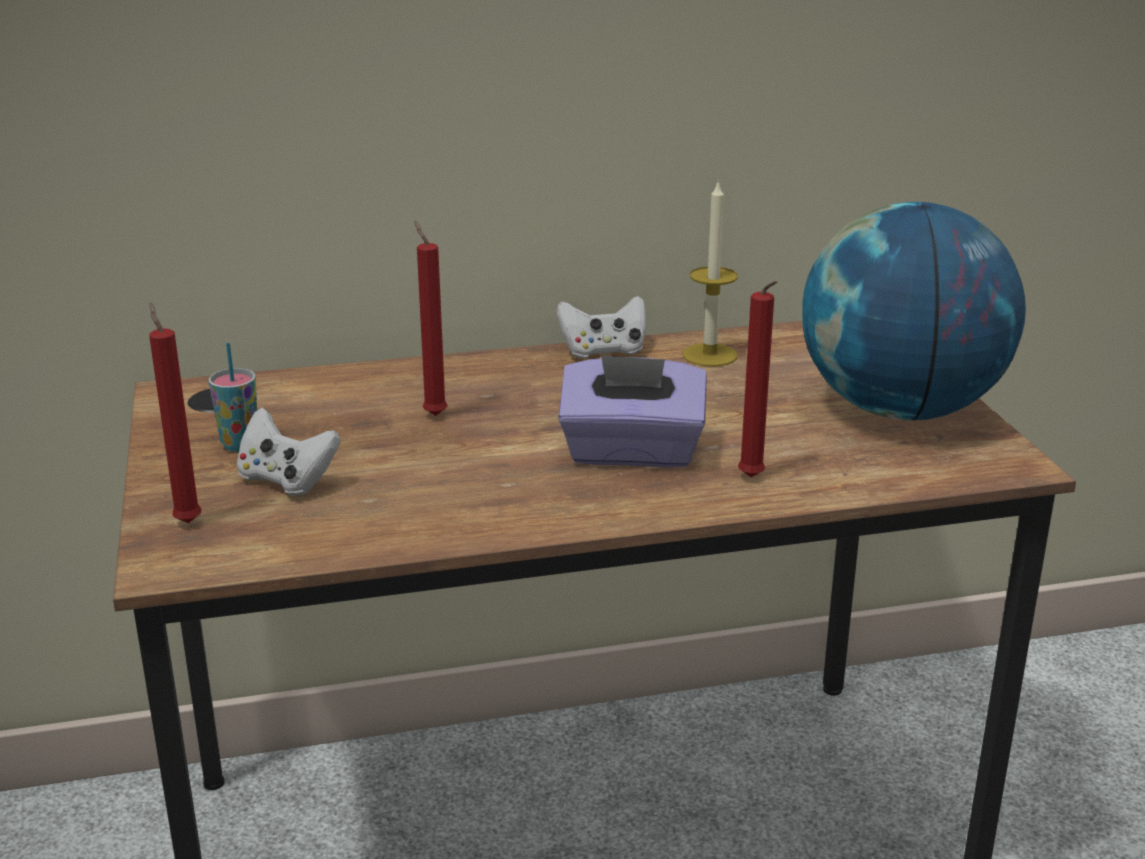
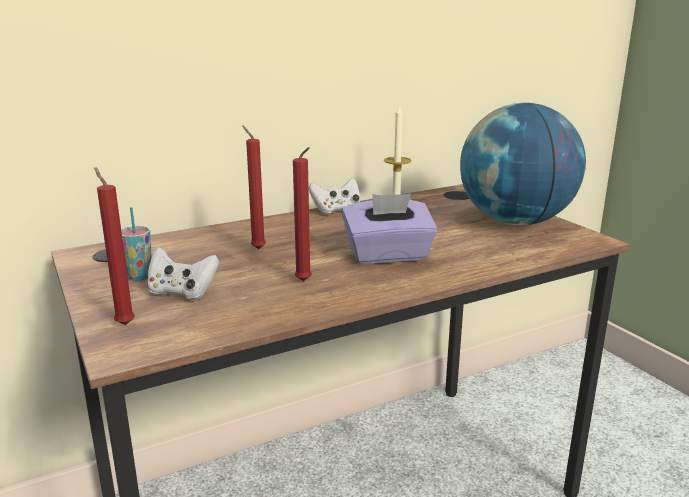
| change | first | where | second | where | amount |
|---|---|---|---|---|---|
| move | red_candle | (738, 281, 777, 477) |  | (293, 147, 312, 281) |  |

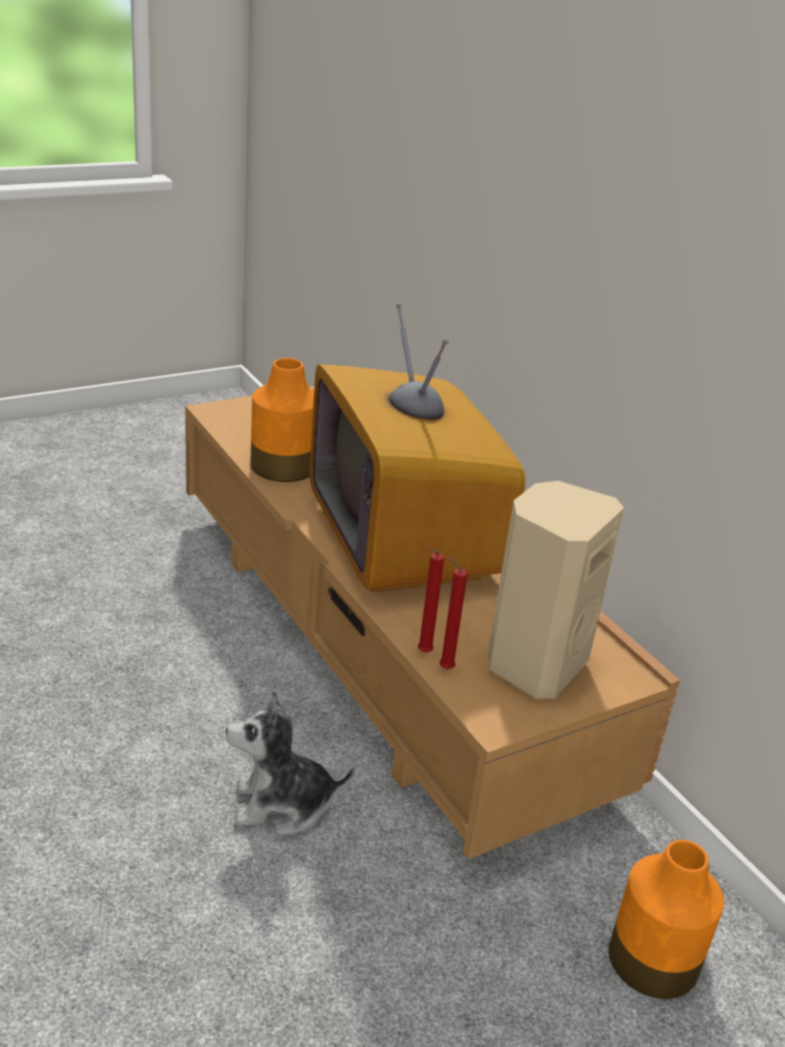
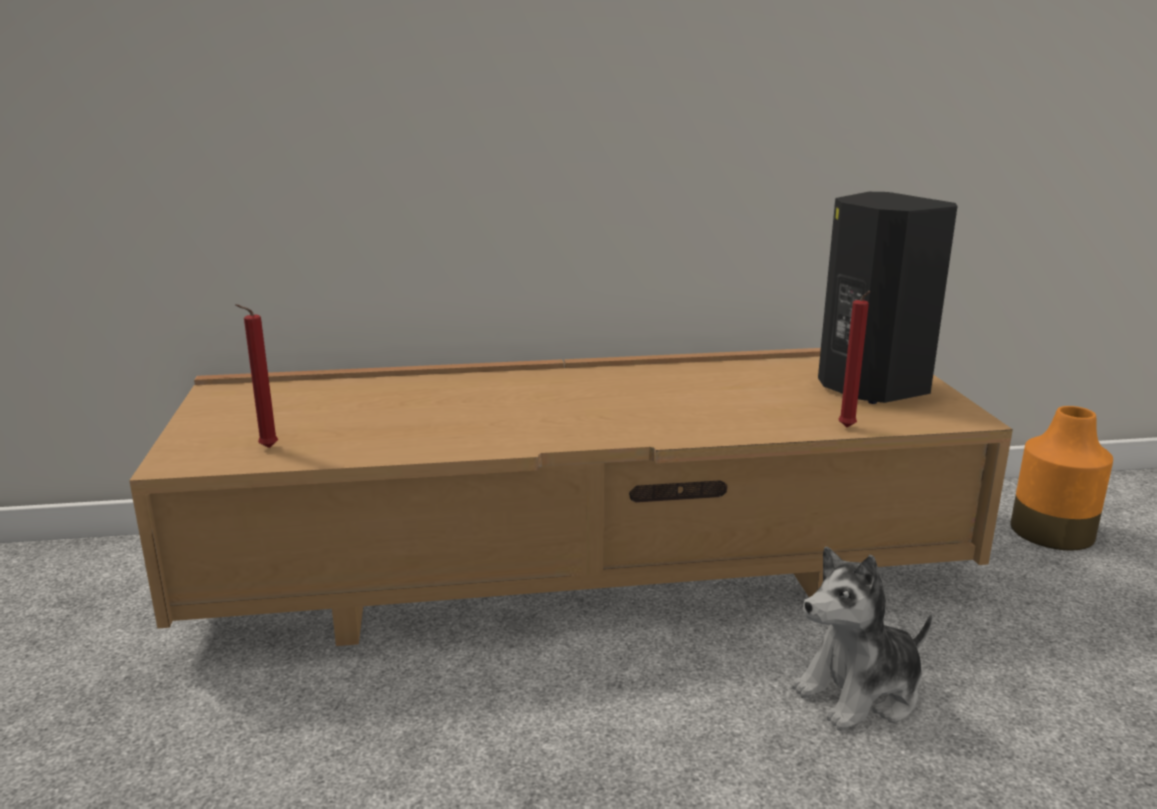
| change | first | where | second | where | amount |
|---|---|---|---|---|---|
| move | red_candle | (439, 557, 468, 669) |  | (235, 304, 278, 448) |  |
| rotate | plush_toy | (226, 690, 354, 836) |  | (791, 547, 932, 731) | 45 degrees clockwise |
| recolor | beige_speaker | (488, 481, 624, 699) | black_speaker | (818, 192, 958, 404) |  |
| delete | orange_vase | (250, 358, 314, 482) |  |  |  |
| delete | television | (310, 303, 526, 592) |  |  |  |

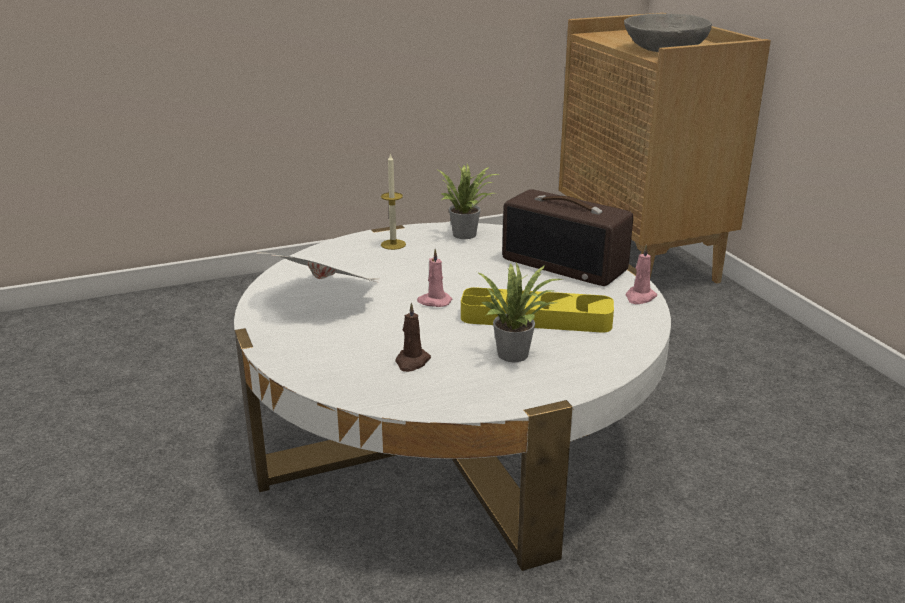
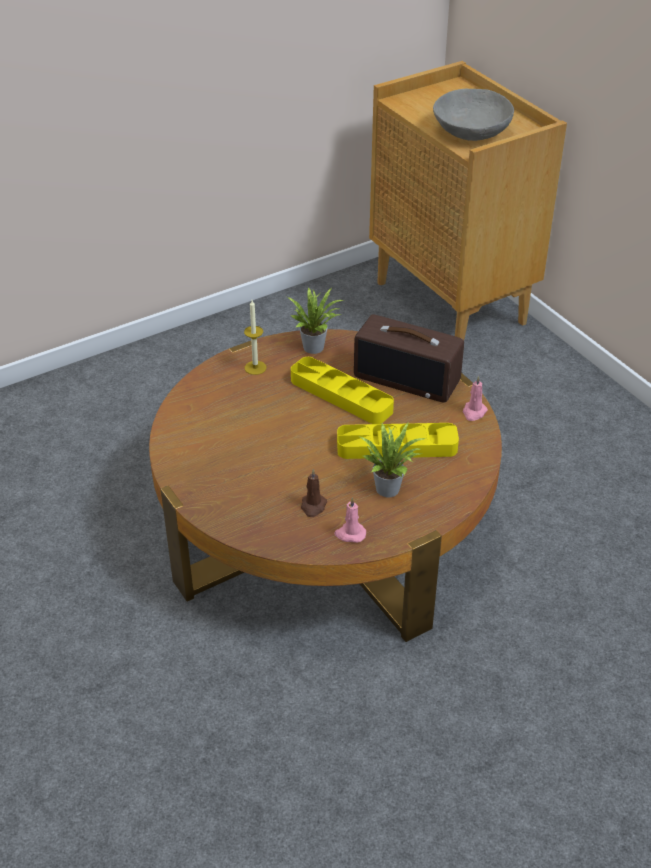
| change | first | where | second | where | amount |
|---|---|---|---|---|---|
| recolor | white_coffee_table | (234, 222, 671, 571) | brown_coffee_table | (149, 329, 502, 642) |  |
| insert |  |  | yellow_tray | (291, 357, 394, 424) |  |
| move | pink_candle | (417, 249, 452, 307) |  | (334, 497, 366, 543) |  |
| delete | newspaper | (256, 252, 379, 282) |  |  |  |

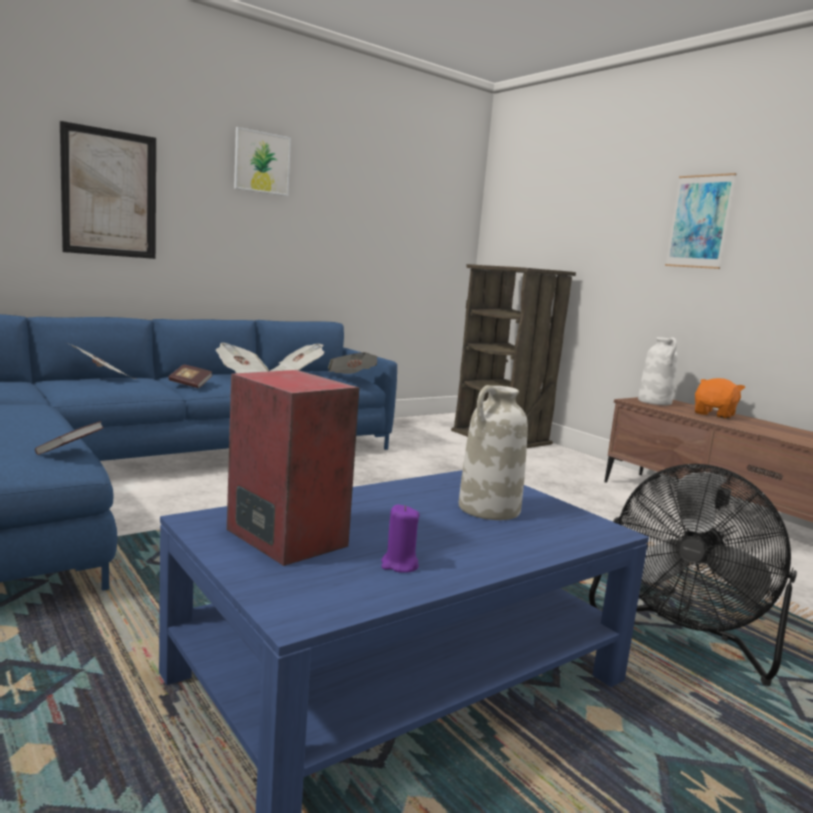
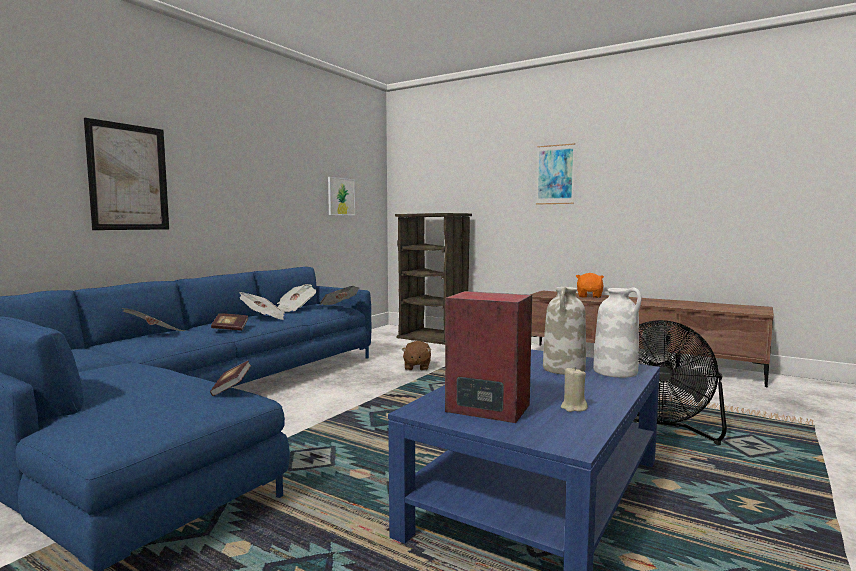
| change | first | where | second | where | amount |
|---|---|---|---|---|---|
| move | picture | (234, 127, 291, 196) |  | (328, 177, 355, 216) |  |
| insert |  |  | brown_plush_toy | (401, 341, 431, 371) |  |
| recolor | purple_candle | (381, 505, 420, 573) | beige_candle | (561, 367, 588, 412) |  |
| move | white_vase | (638, 337, 678, 405) |  | (593, 288, 642, 378) |  |

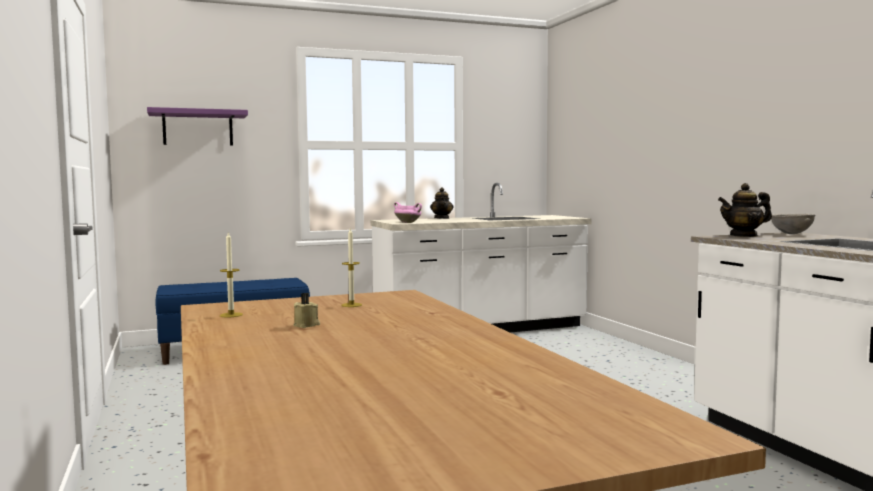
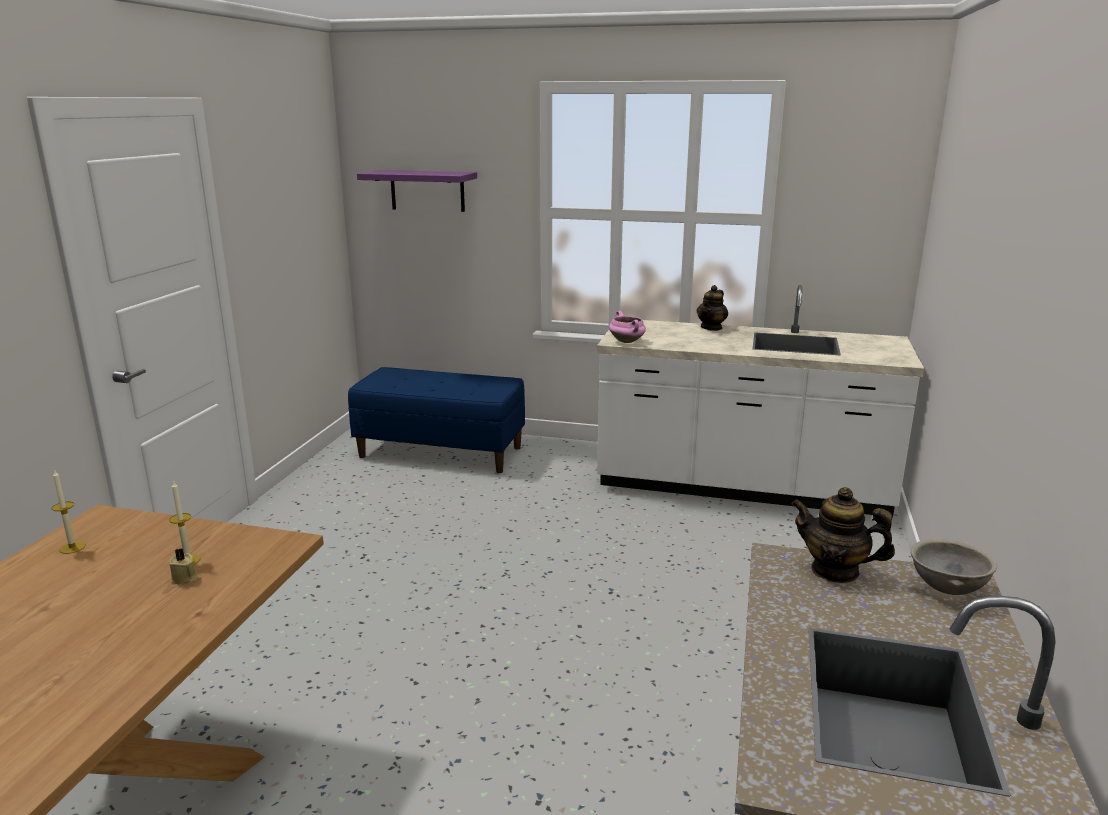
| change | first | where | second | where | amount |
|---|---|---|---|---|---|
| move | beige_candle | (293, 293, 320, 328) |  | (169, 548, 197, 585) |  |

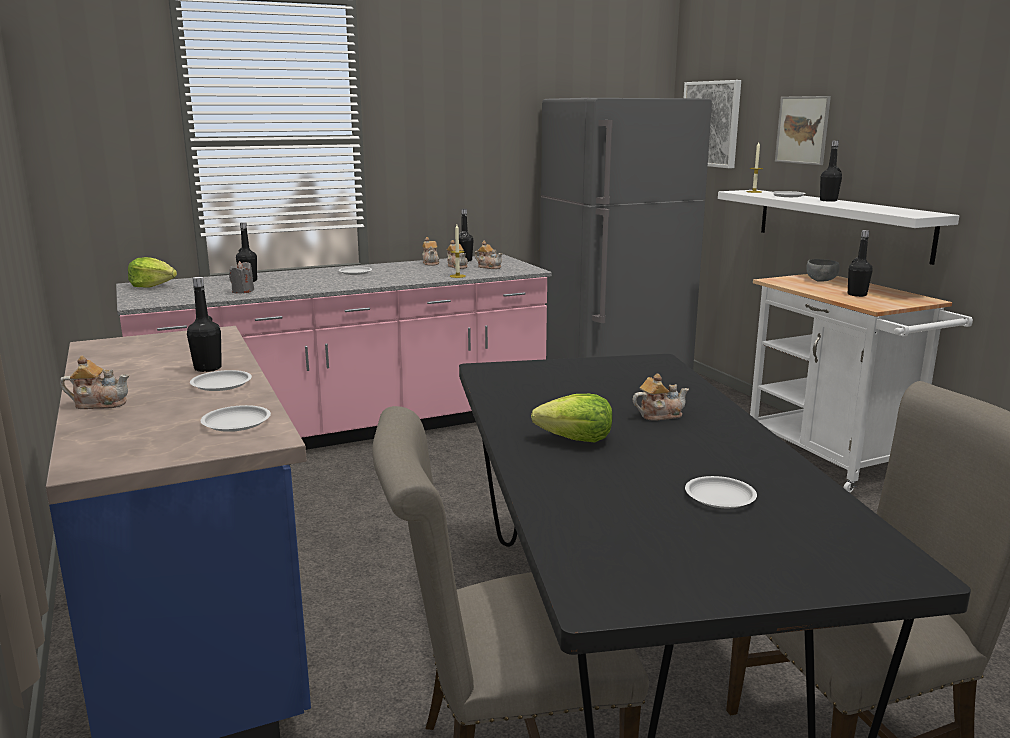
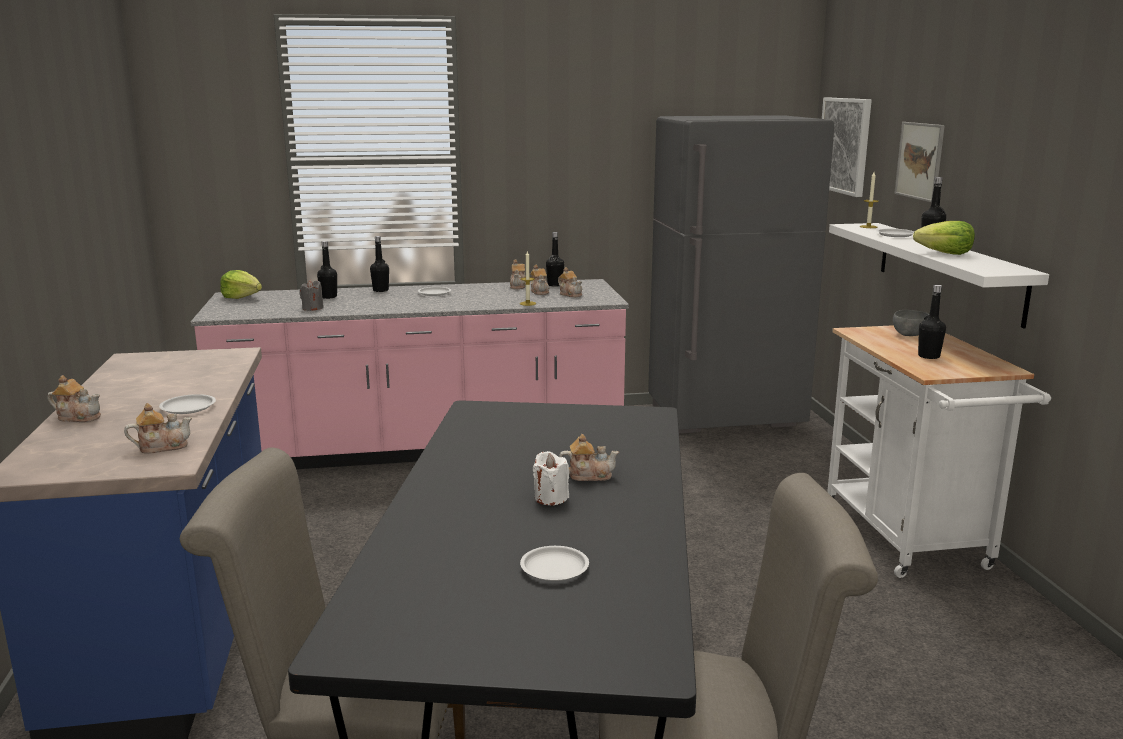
| change | first | where | second | where | amount |
|---|---|---|---|---|---|
| replace | white_plate | (201, 405, 271, 432) | teapot | (124, 403, 193, 454) |  |
| move | black_bottle | (187, 277, 222, 372) |  | (370, 236, 389, 292) |  |
| insert |  |  | white_candle | (533, 451, 569, 505) |  |
| move | lettuce | (531, 394, 612, 442) |  | (913, 221, 975, 255) |  |

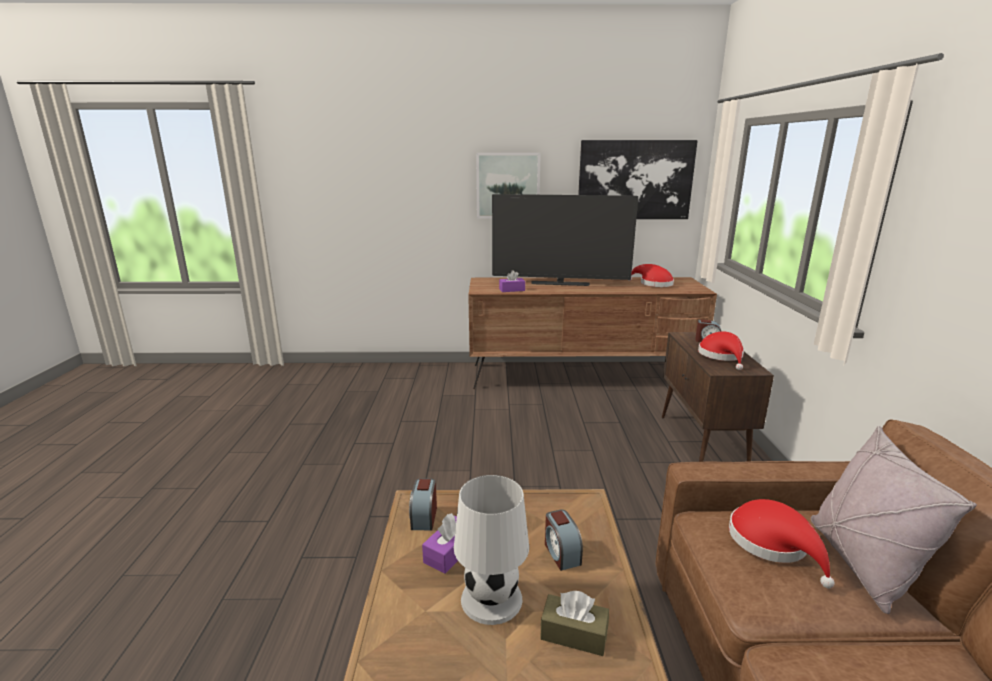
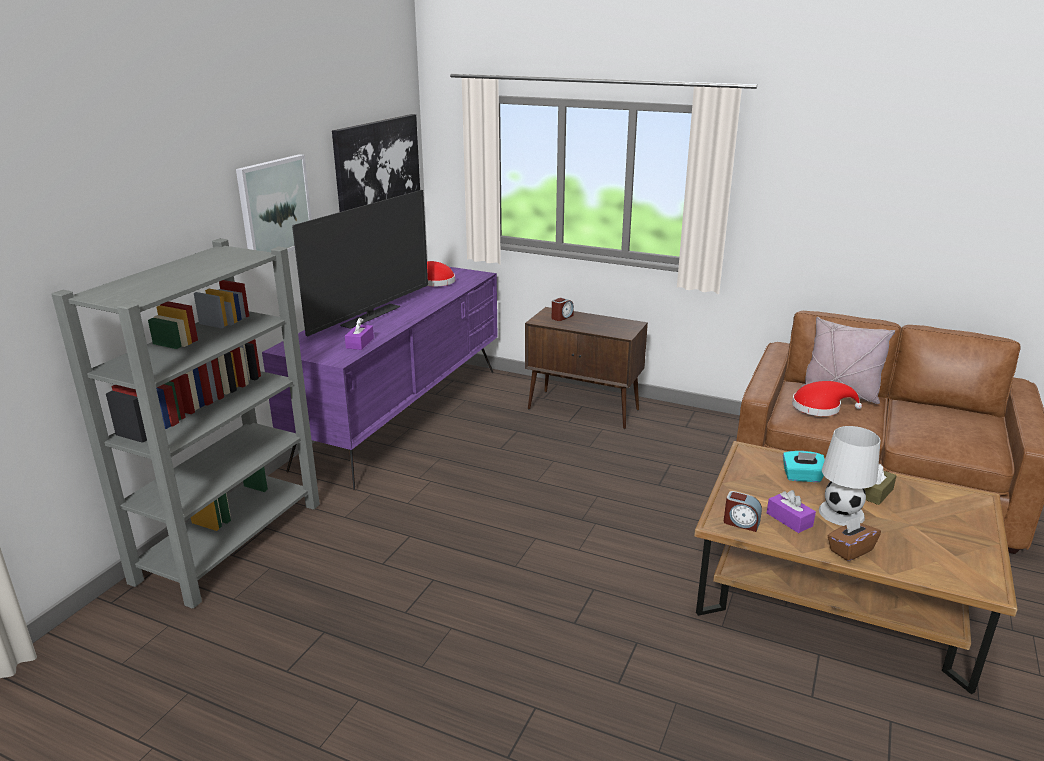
| change | first | where | second | where | amount |
|---|---|---|---|---|---|
| insert |  |  | grey_bookcase | (51, 238, 320, 609) |  |
| recolor | brown_tv_stand | (468, 277, 717, 389) | purple_tv_stand | (262, 267, 498, 490) |  |
| replace | alarm_clock | (545, 509, 583, 571) | turquoise_tissue_box | (783, 451, 825, 482) |  |
| insert |  |  | brown_tissue_box | (828, 516, 881, 561) |  |
| delete | red_hat | (698, 331, 744, 370) |  |  |  |

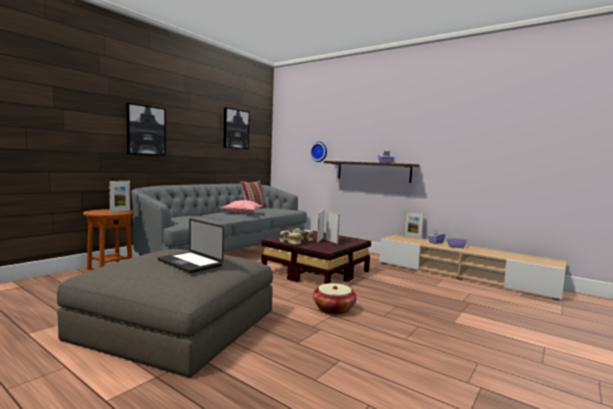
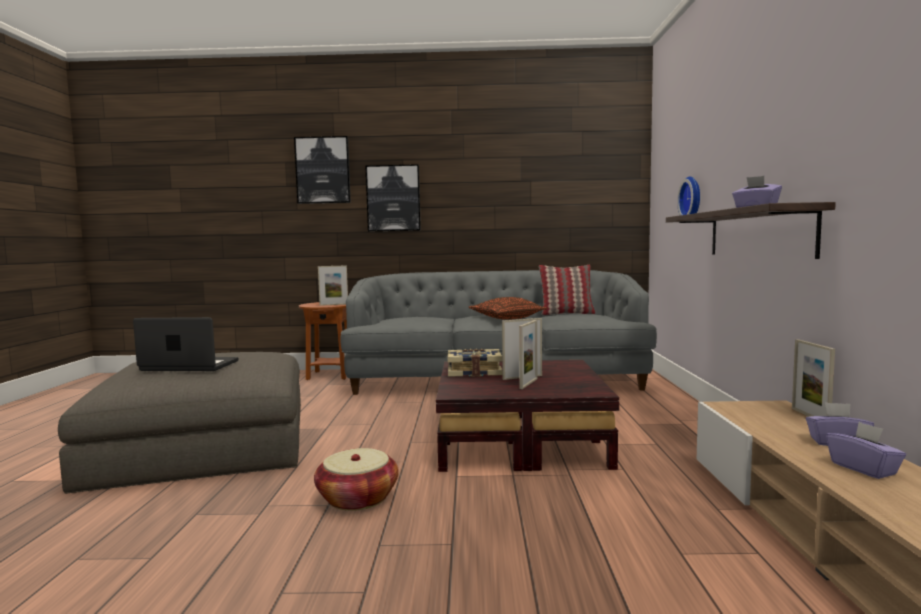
| change | first | where | second | where | amount |
|---|---|---|---|---|---|
| rotate | laptop | (158, 219, 224, 273) |  | (133, 317, 239, 371) | 90 degrees clockwise |
| move | picture | (224, 108, 249, 149) |  | (294, 136, 351, 204) |  |
| recolor | pink_pillow | (221, 200, 262, 214) | brown_pillow | (469, 297, 547, 320) |  |

